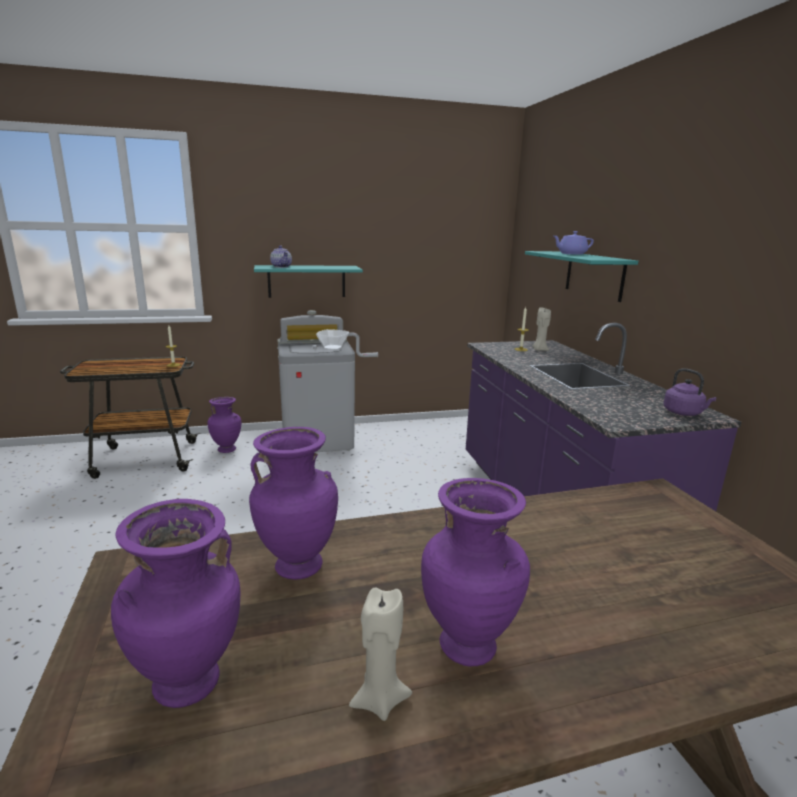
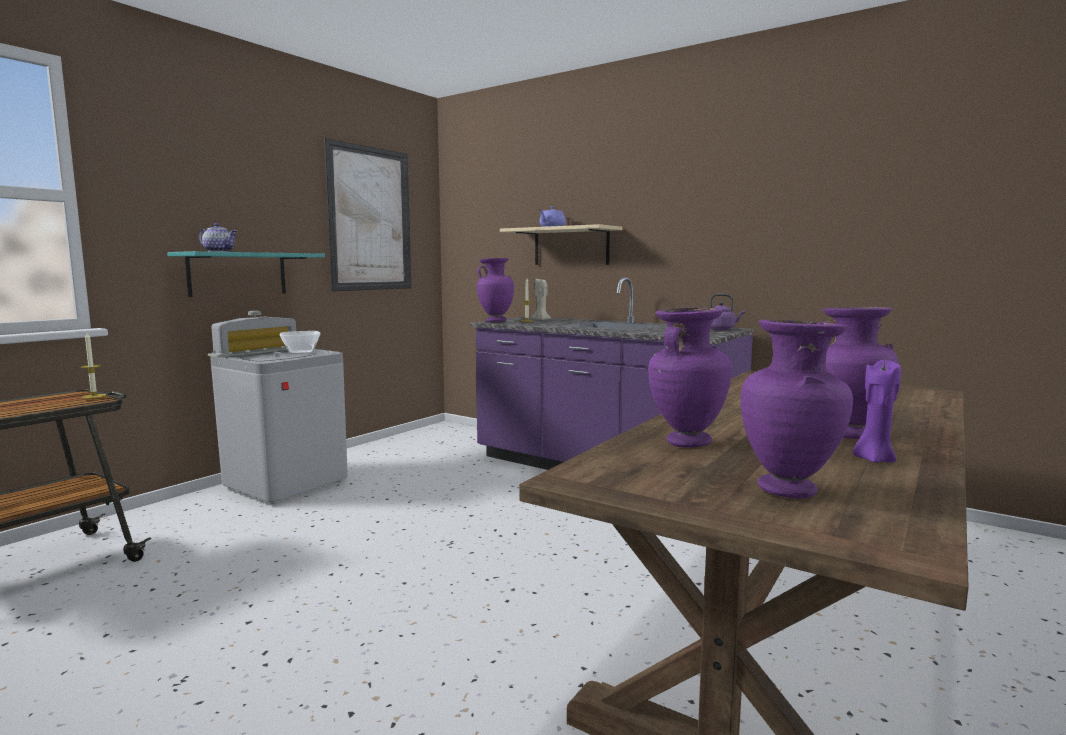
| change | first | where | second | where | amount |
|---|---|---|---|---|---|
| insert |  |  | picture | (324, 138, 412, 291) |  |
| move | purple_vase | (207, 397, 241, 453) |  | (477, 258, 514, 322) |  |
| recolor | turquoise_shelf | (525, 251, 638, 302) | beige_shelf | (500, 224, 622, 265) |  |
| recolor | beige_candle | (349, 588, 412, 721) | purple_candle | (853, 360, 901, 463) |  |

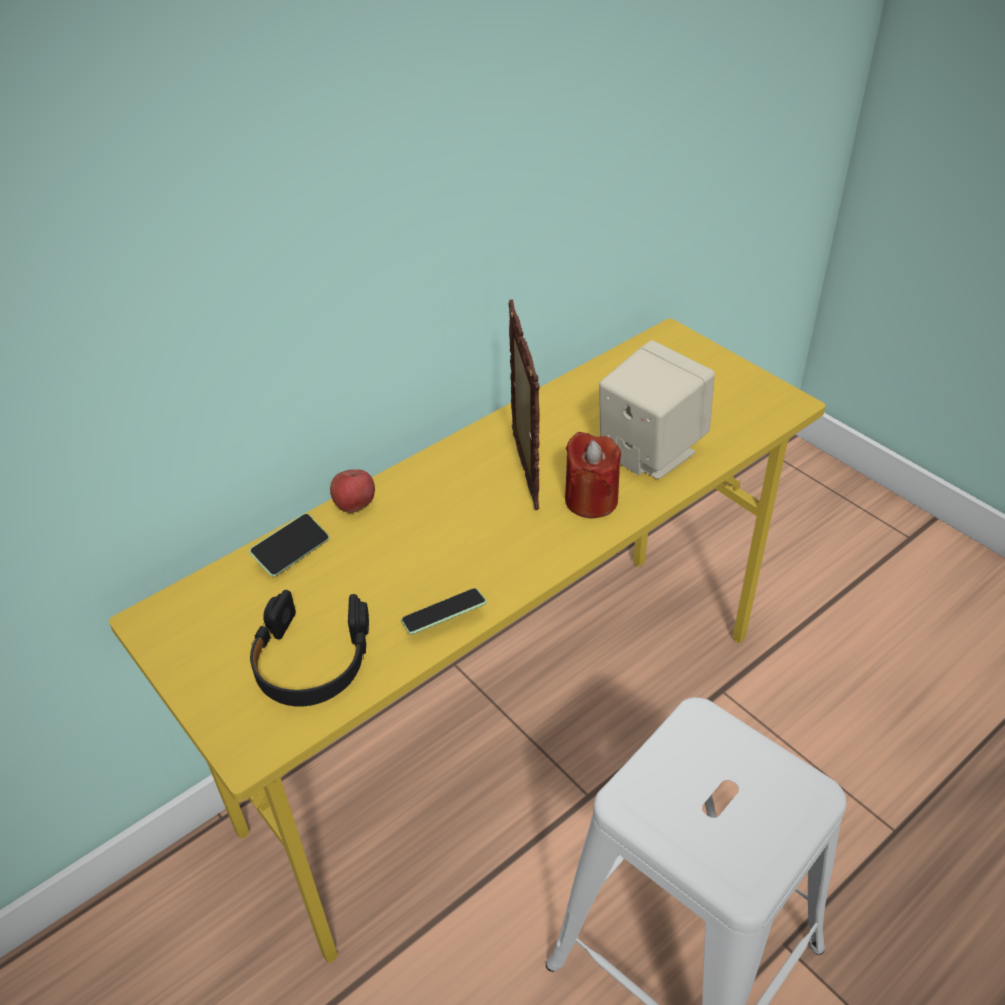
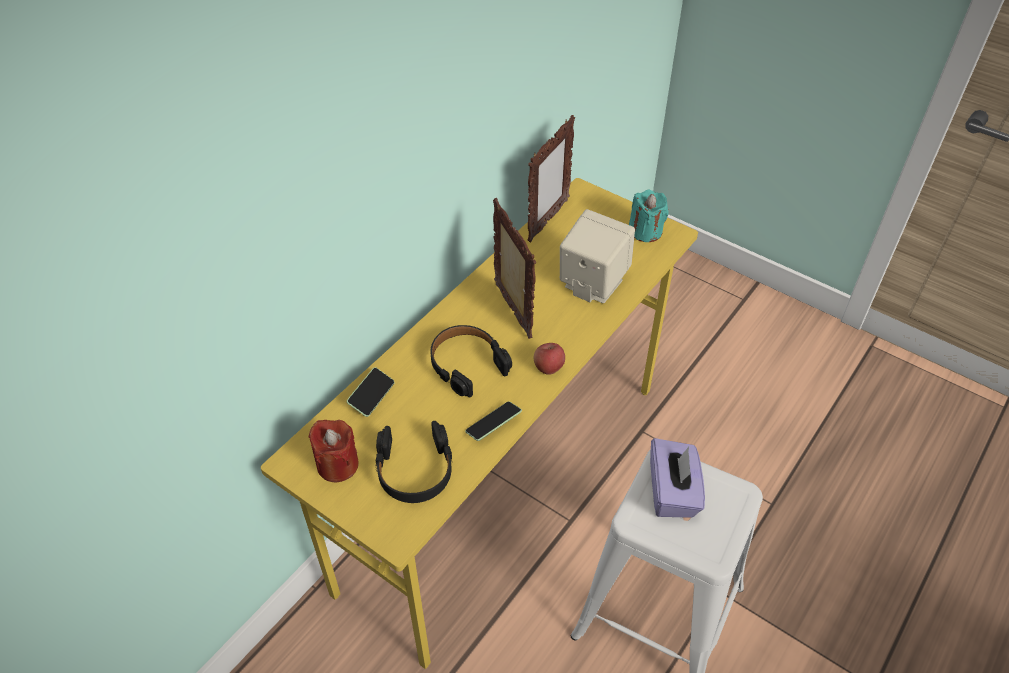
| change | first | where | second | where | amount |
|---|---|---|---|---|---|
| move | red_candle | (565, 432, 621, 518) |  | (308, 420, 359, 482) |  |
| insert |  |  | black_headphones | (430, 325, 512, 398) |  |
| insert |  |  | picture_frame | (528, 115, 575, 242) |  |
| move | apple | (330, 469, 375, 513) |  | (534, 343, 565, 375) |  |
| insert |  |  | turquoise_candle | (629, 190, 668, 242) |  |
| insert |  |  | purple_tissue_box | (650, 438, 705, 518) |  |

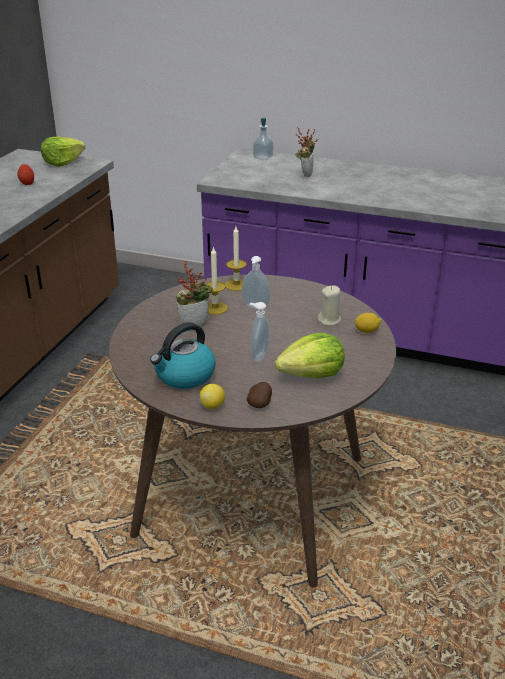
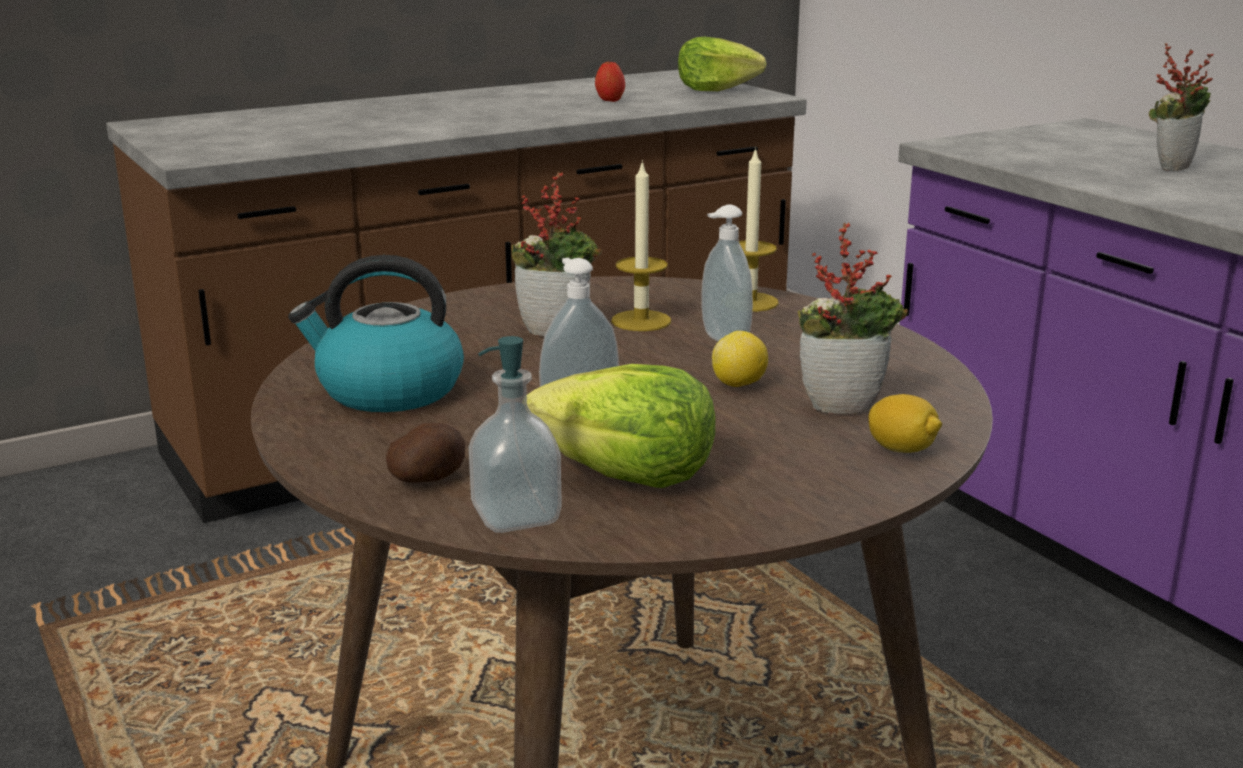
| change | first | where | second | where | amount |
|---|---|---|---|---|---|
| move | soap_dispenser | (253, 118, 273, 160) |  | (469, 336, 562, 533) |  |
| move | lemon | (200, 384, 225, 409) |  | (712, 331, 768, 387) |  |
| replace | beige_candle | (317, 285, 341, 325) | potted_plant | (798, 223, 908, 414) |  |

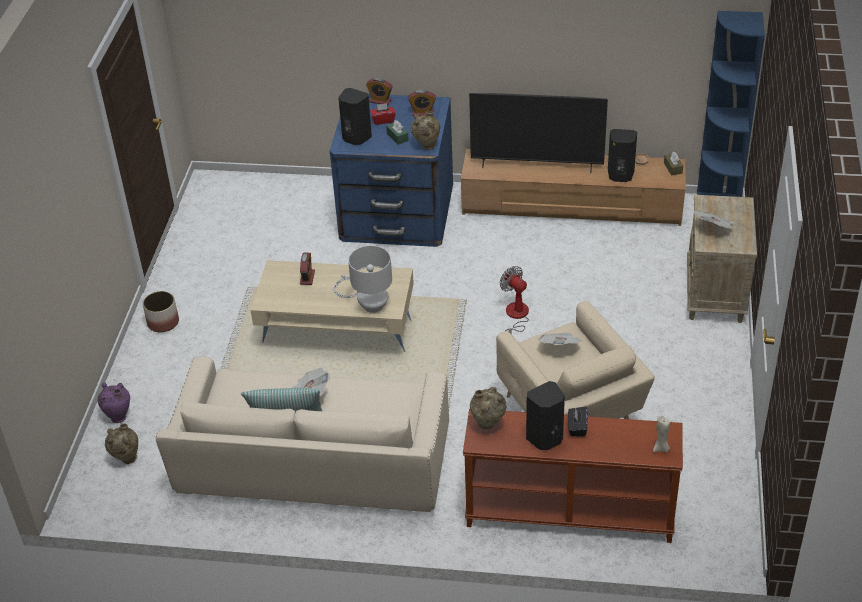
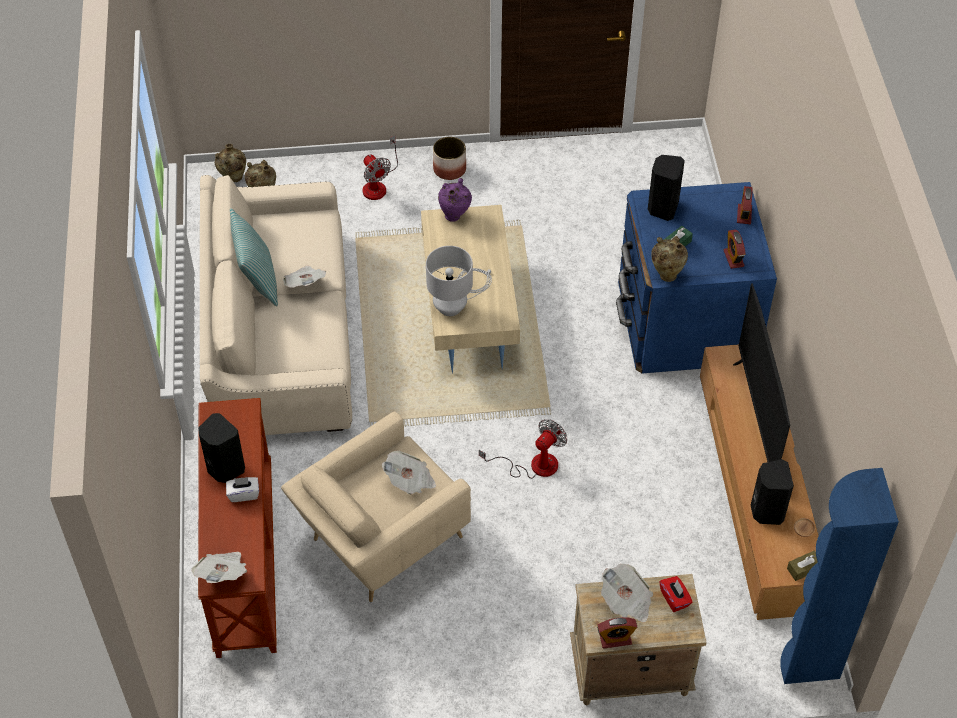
| change | first | where | second | where | amount |
|---|---|---|---|---|---|
| replace | beige_candle | (653, 416, 670, 452) | newspaper | (192, 552, 247, 583) |  |
| move | beige_vase | (470, 387, 507, 429) |  | (215, 144, 246, 182) |  |
| recolor | black_tissue_box | (568, 407, 588, 437) | white_tissue_box | (226, 477, 259, 502) |  |
| insert |  |  | fan | (363, 136, 398, 200) |  |
| move | purple_vase | (98, 383, 130, 423) |  | (438, 178, 472, 222) |  |
| move | alarm_clock | (300, 253, 315, 285) |  | (597, 617, 637, 649) |  |
| move | red_tissue_box | (370, 103, 396, 125) |  | (660, 576, 692, 612) |  |

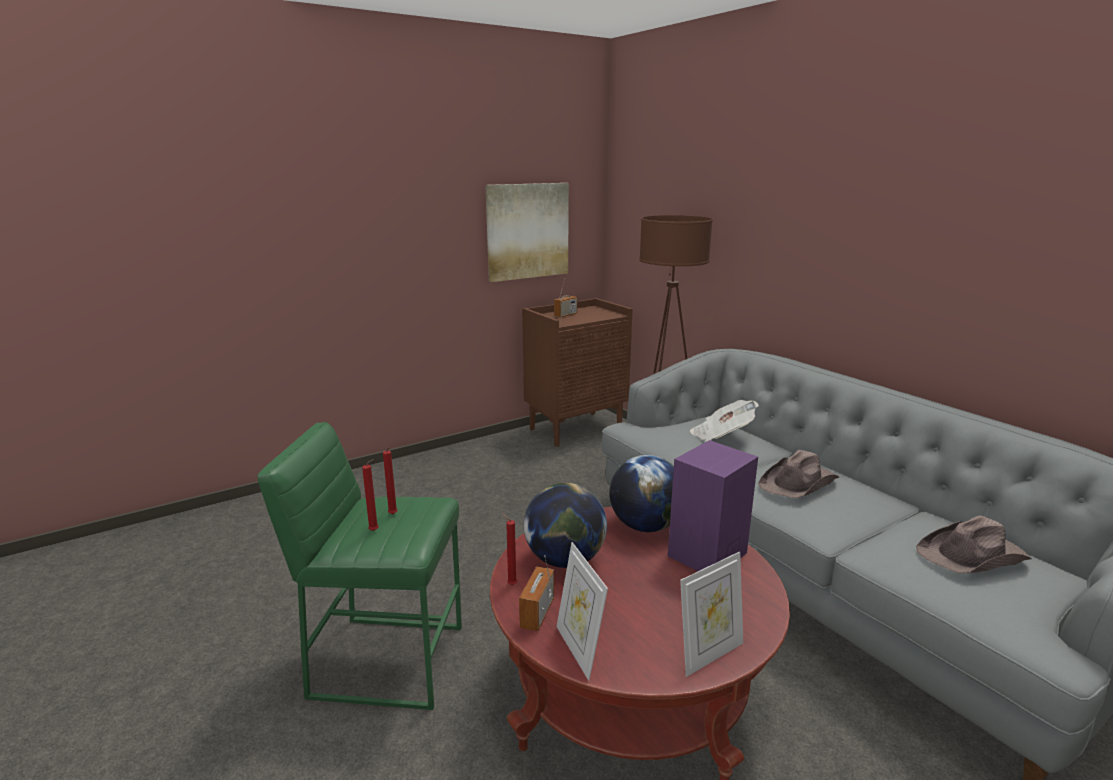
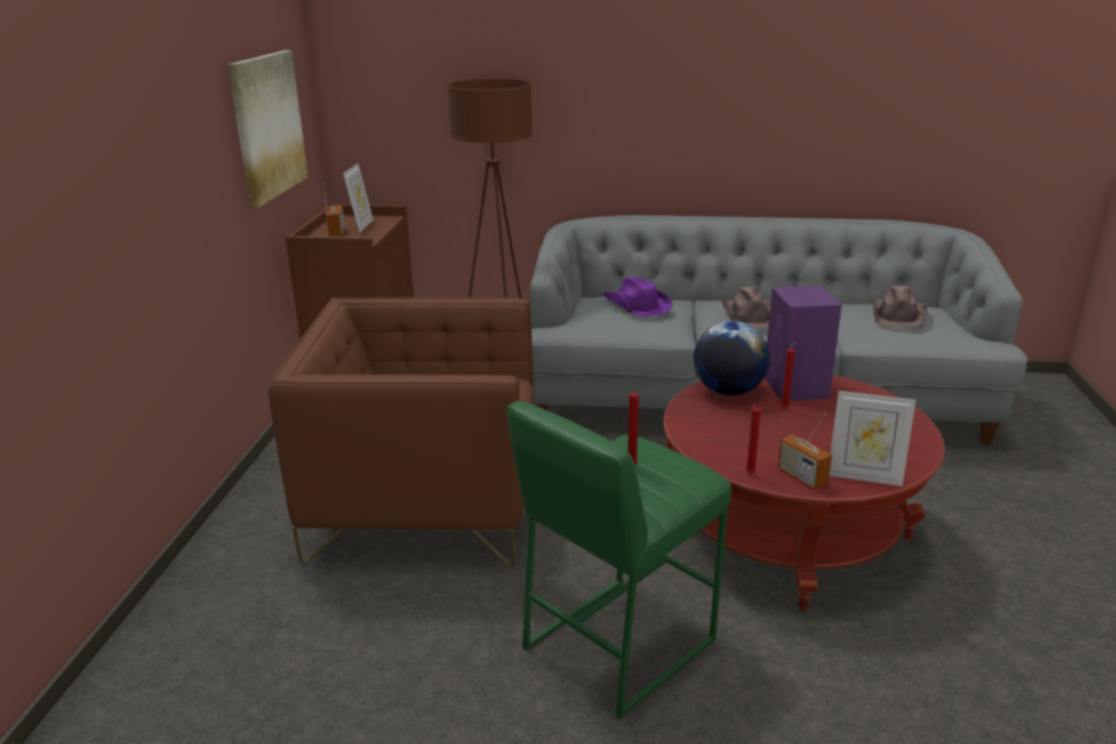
| change | first | where | second | where | amount |
|---|---|---|---|---|---|
| insert |  |  | brown_armchair | (268, 297, 534, 568) |  |
| move | picture_frame | (680, 552, 743, 677) |  | (343, 163, 373, 233) |  |
| replace | newspaper | (690, 400, 759, 441) | purple_hat | (603, 276, 672, 317) |  |
| move | red_candle | (362, 459, 379, 531) |  | (781, 341, 796, 409) |  |
| delete | globe | (524, 483, 607, 568) |  |  |  |

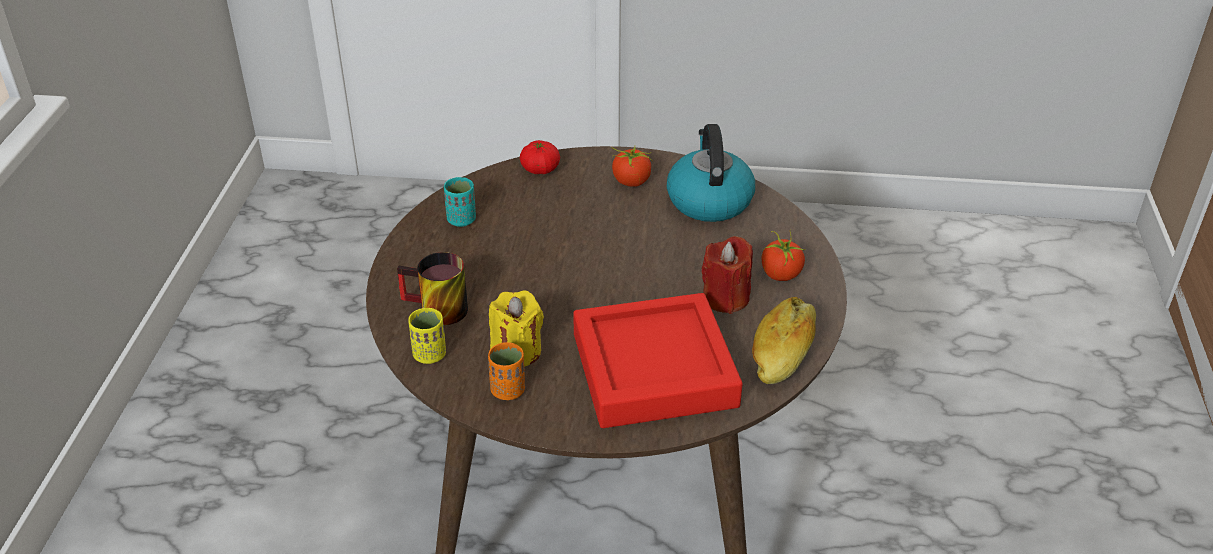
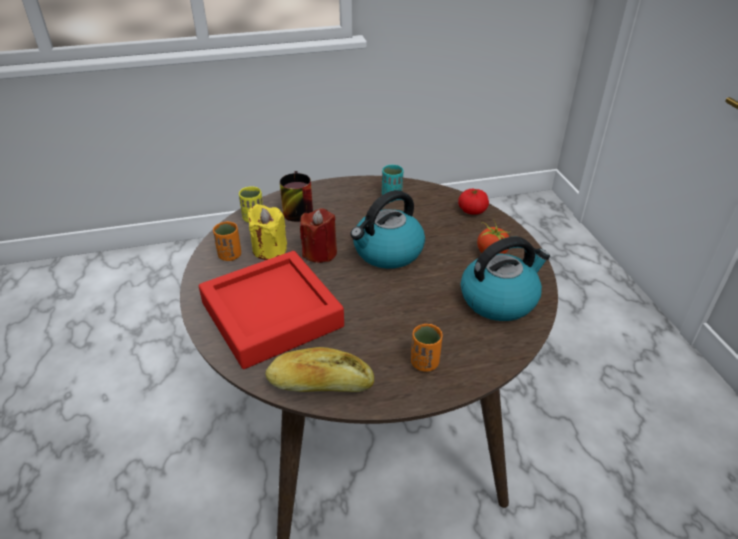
| change | first | where | second | where | amount |
|---|---|---|---|---|---|
| move | red_candle | (701, 236, 753, 314) |  | (300, 208, 337, 263) |  |
| insert |  |  | kettle | (350, 190, 425, 269) |  |
| replace | tomato | (762, 229, 806, 281) | orange_cup | (411, 324, 443, 372) |  |

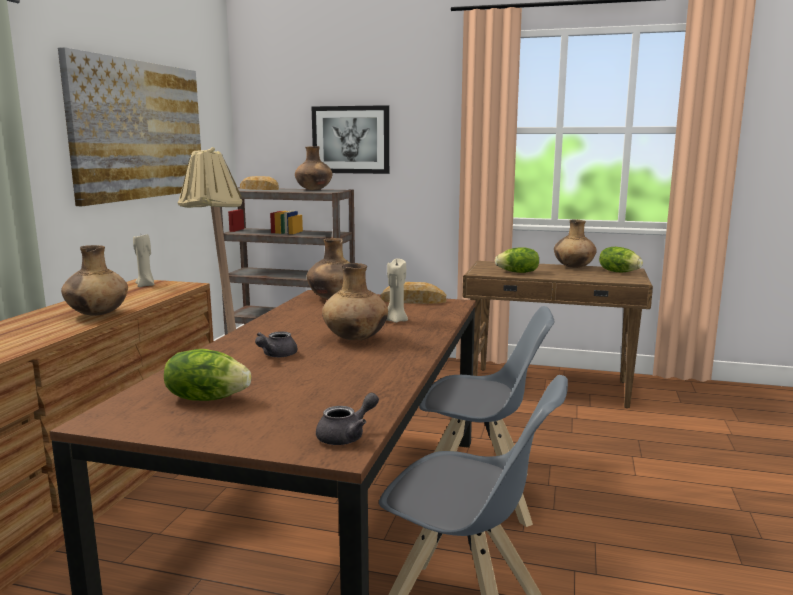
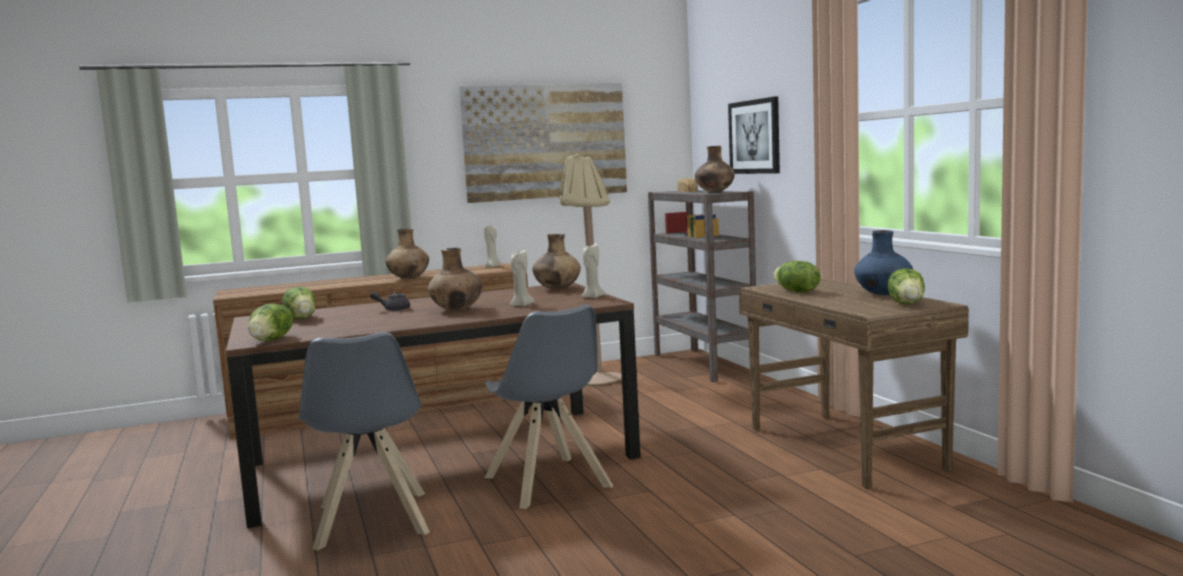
| change | first | where | second | where | amount |
|---|---|---|---|---|---|
| replace | grey_teapot | (316, 393, 379, 445) | lettuce | (248, 303, 293, 341) |  |
| replace | bread | (381, 282, 446, 304) | beige_candle | (581, 243, 605, 298) |  |
| recolor | brown_vase | (554, 219, 597, 268) | blue_vase | (854, 230, 913, 295) |  |

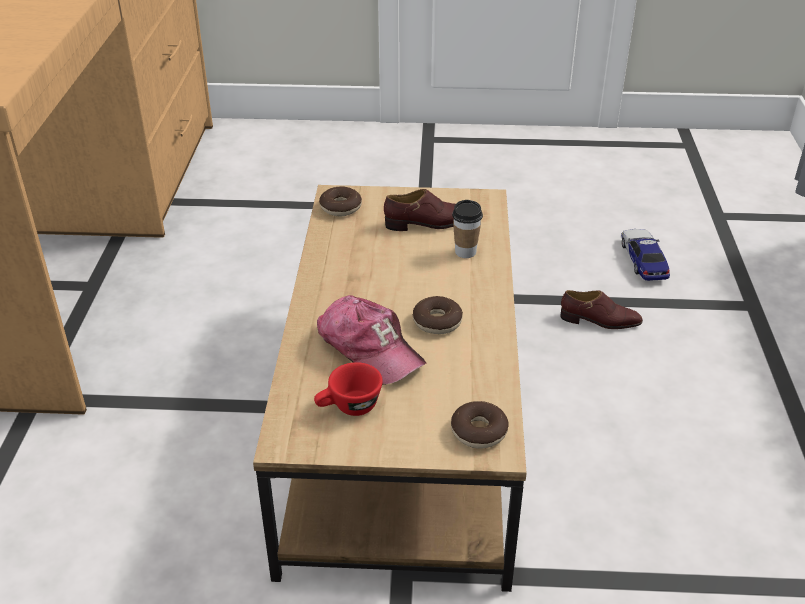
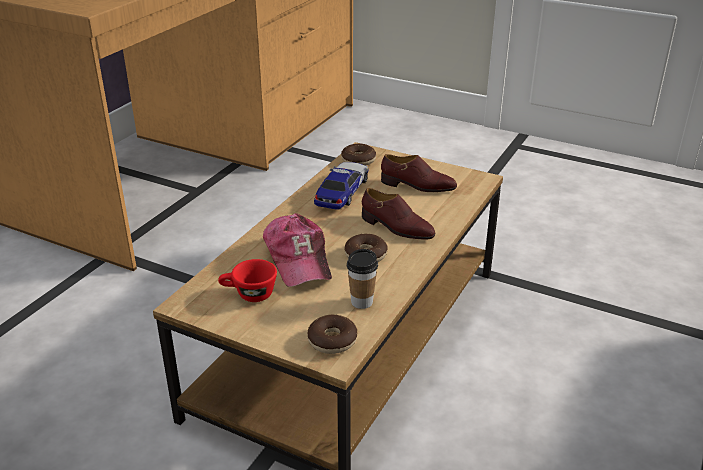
| change | first | where | second | where | amount |
|---|---|---|---|---|---|
| move | toy_car | (621, 229, 670, 281) |  | (314, 162, 369, 210) |  |
| move | cup | (452, 200, 483, 258) |  | (347, 249, 378, 309) |  |
| move | brown_shoe | (561, 290, 643, 329) |  | (362, 188, 435, 240) |  |

